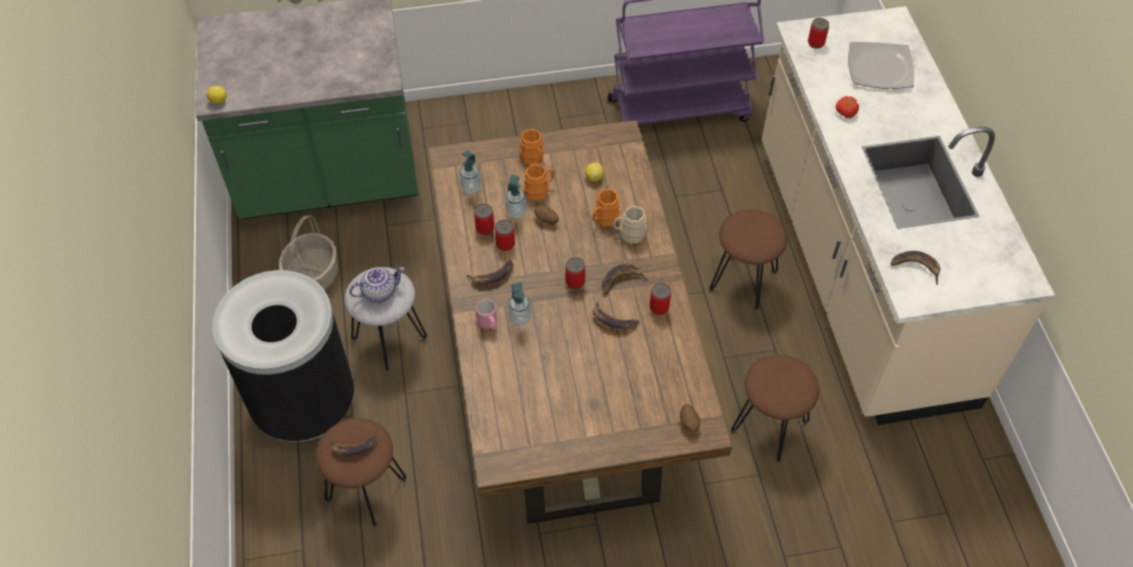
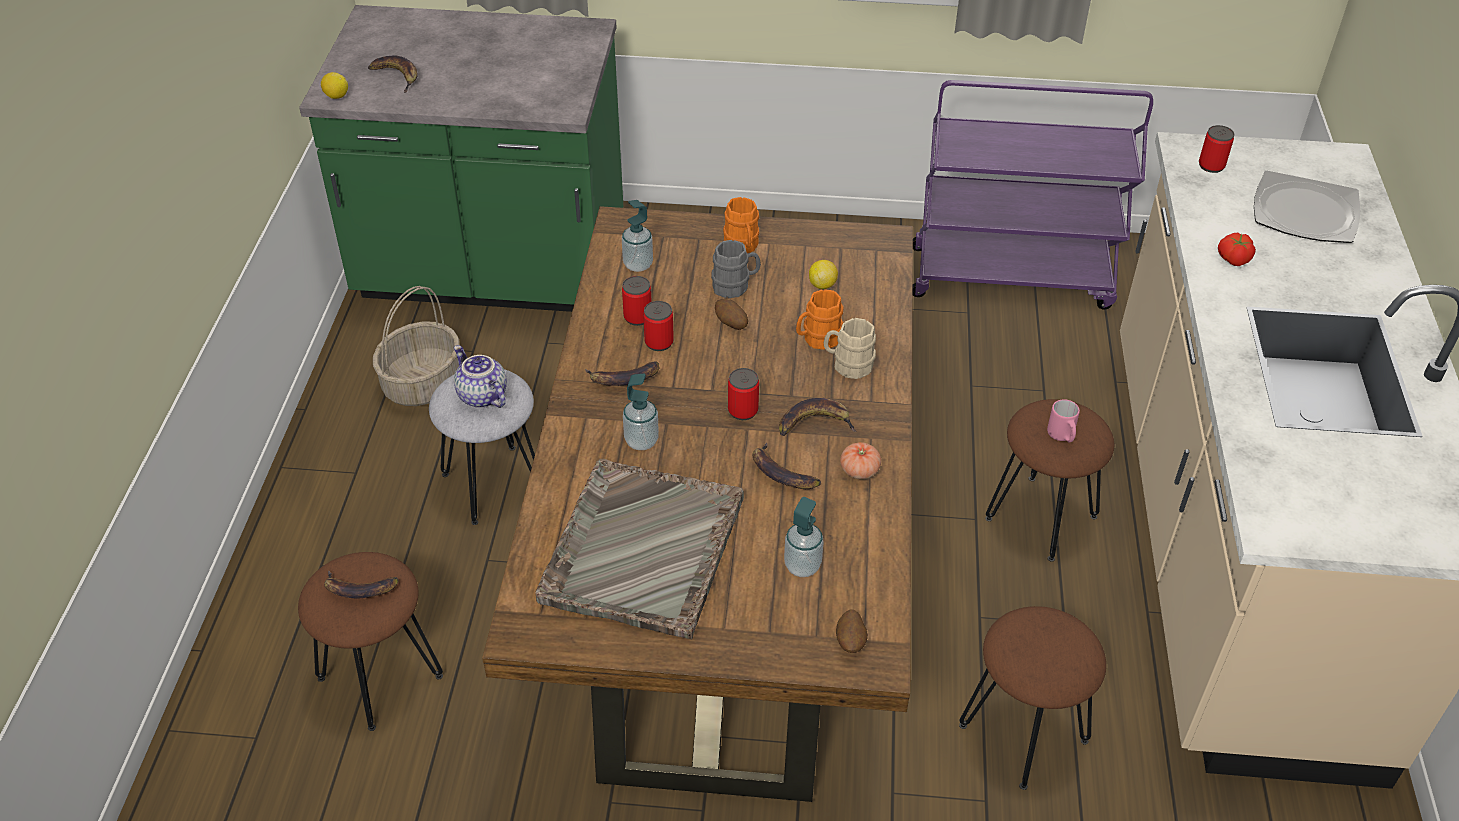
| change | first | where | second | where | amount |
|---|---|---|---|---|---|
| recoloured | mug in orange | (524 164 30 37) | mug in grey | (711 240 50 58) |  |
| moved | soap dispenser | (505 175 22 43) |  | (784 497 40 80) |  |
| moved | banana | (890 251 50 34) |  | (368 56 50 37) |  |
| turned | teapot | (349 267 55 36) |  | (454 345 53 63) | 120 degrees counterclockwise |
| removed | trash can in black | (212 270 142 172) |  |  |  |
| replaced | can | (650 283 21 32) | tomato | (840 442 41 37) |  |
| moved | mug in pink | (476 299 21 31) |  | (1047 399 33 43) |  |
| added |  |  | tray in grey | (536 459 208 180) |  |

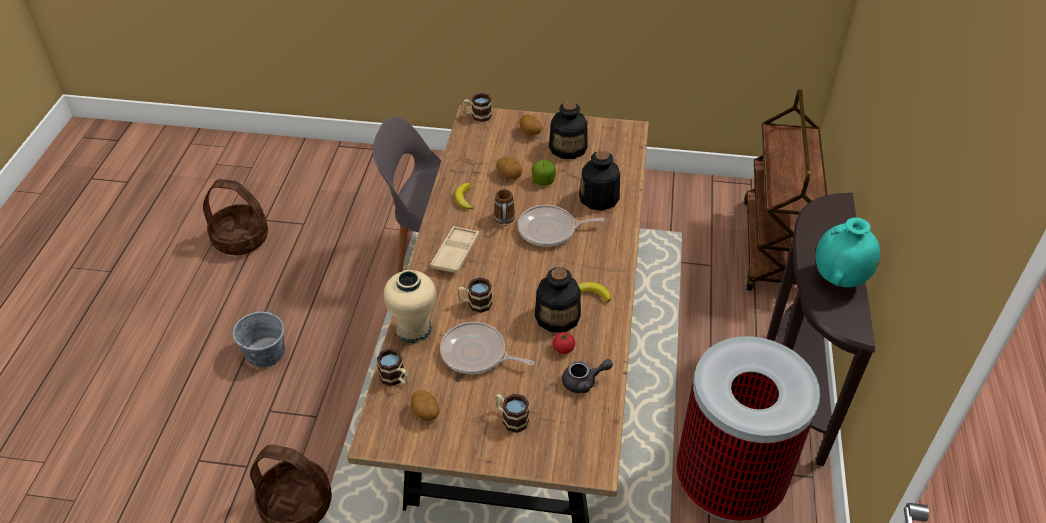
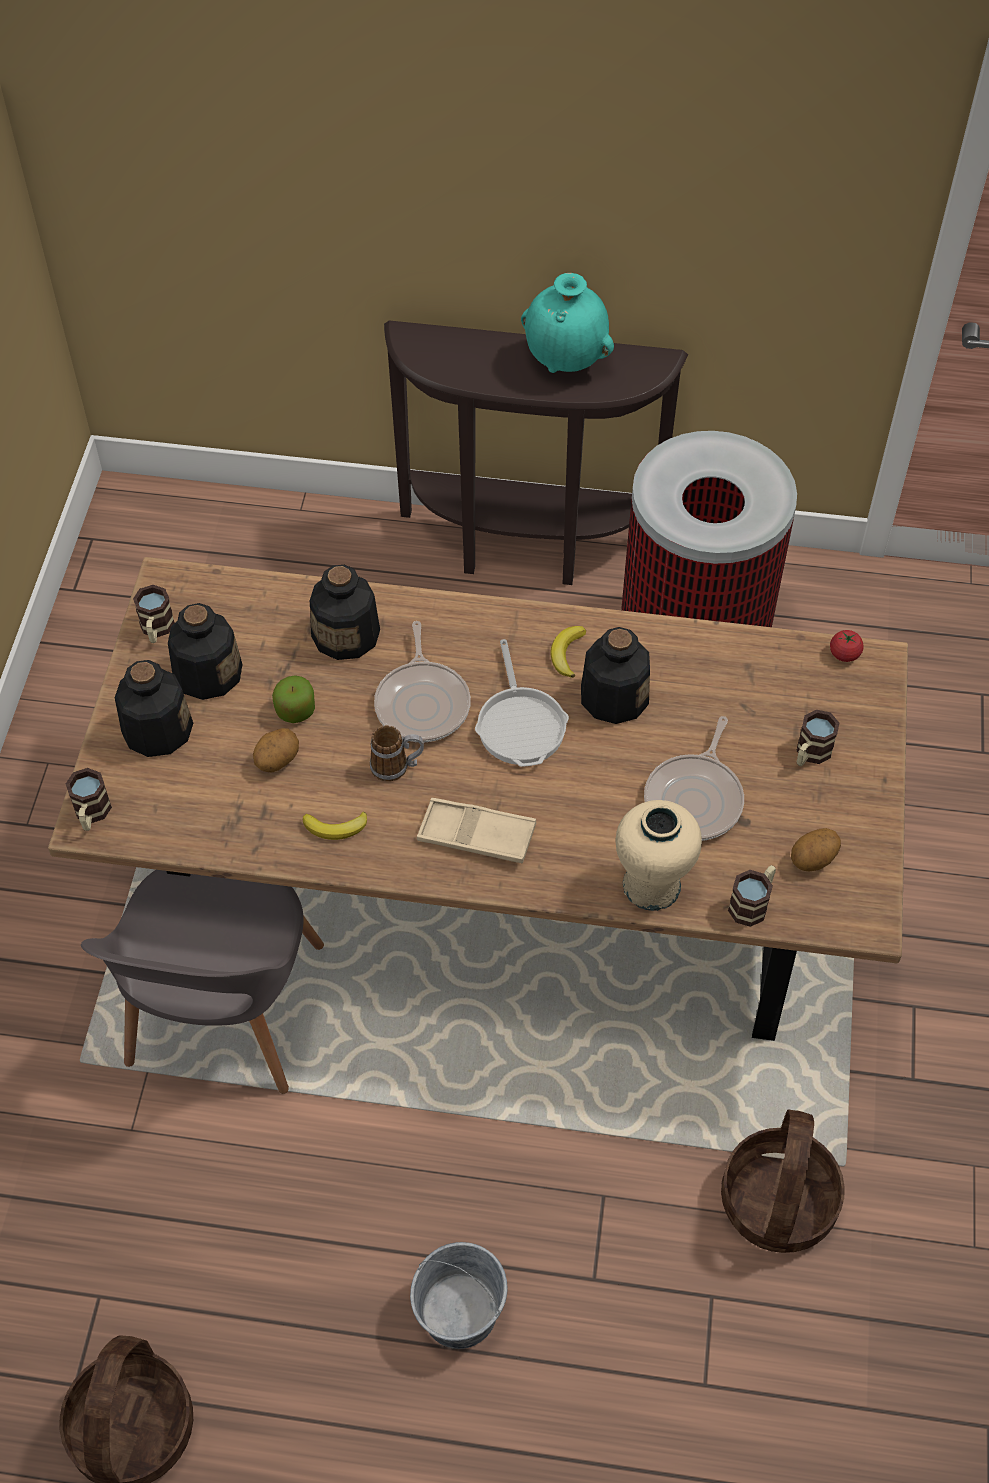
| change | first | where | second | where | amount |
|---|---|---|---|---|---|
| removed | cart in brown | (744 89 83 202) |  |  |  |
| replaced | potato | (519 115 23 21) | bottle | (115 660 78 97) |  |
| moved | mug | (457 277 35 36) |  | (133 585 42 58) |  |
| moved | tomato | (553 331 22 23) |  | (830 630 34 32) |  |
| removed | teapot in grey | (562 359 51 34) |  |  |  |
| added |  |  | frying pan | (475 639 94 128) |  |

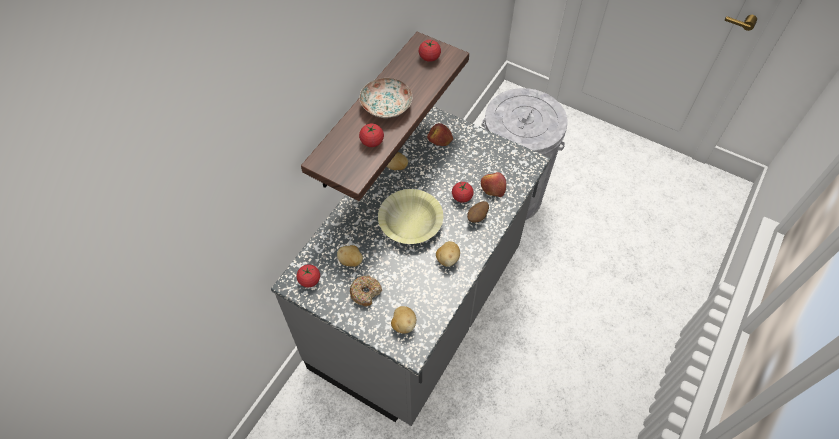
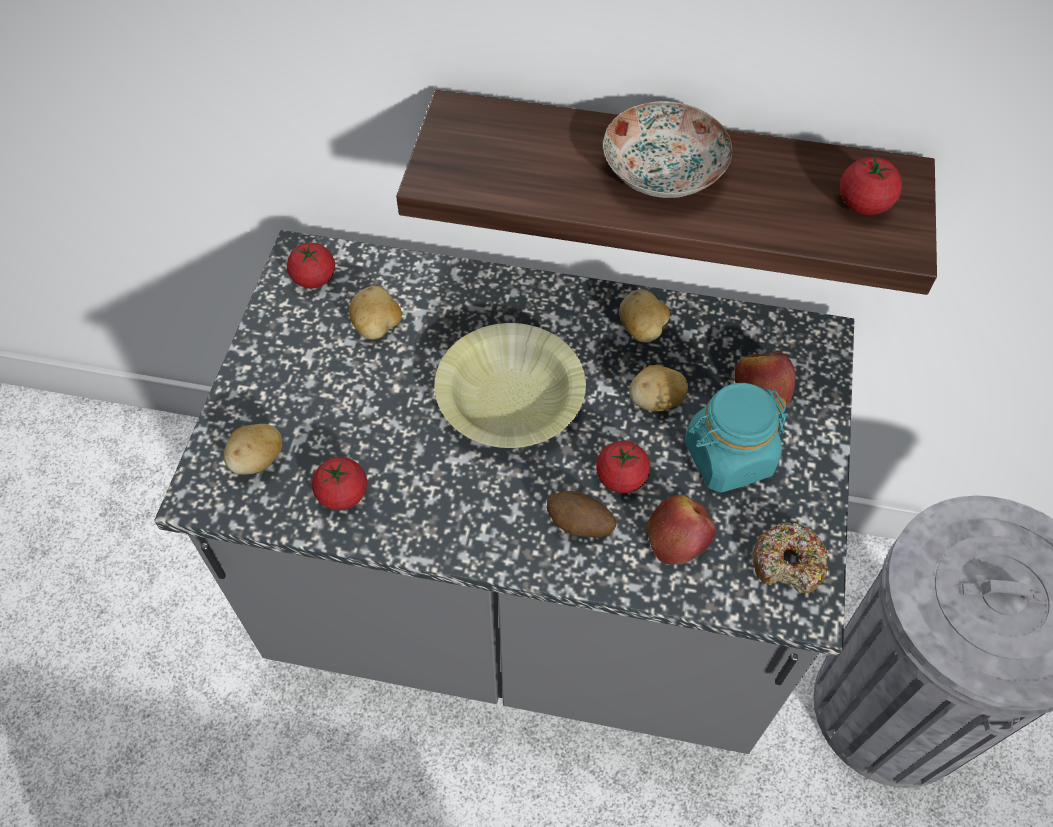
| change | first | where | second | where | amount |
|---|---|---|---|---|---|
| moved | tomato | (359 124 25 23) |  | (312 457 55 53) |  |
| moved | potato | (436 241 24 26) |  | (629 365 59 46) |  |
| moved | donut | (350 275 32 32) |  | (752 522 77 71) |  |
| added |  |  | jar in turquoise | (685 383 103 110) |  |

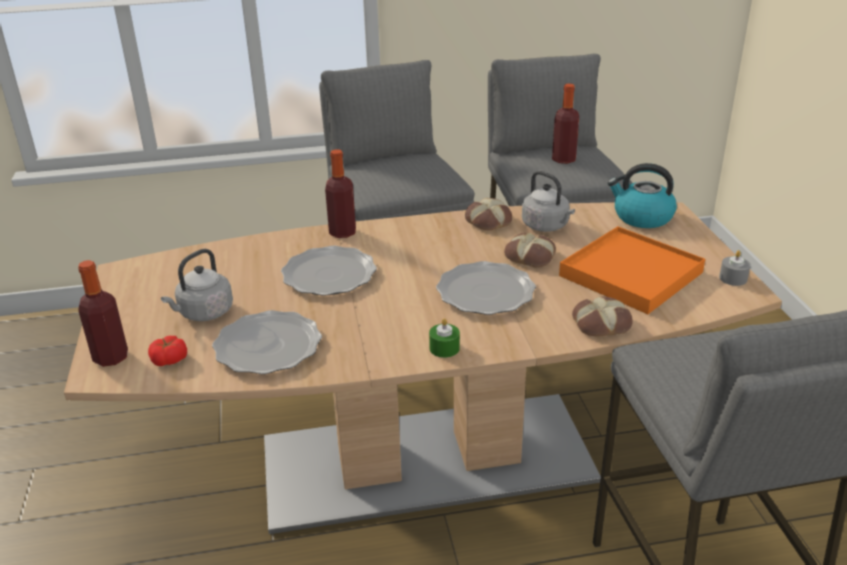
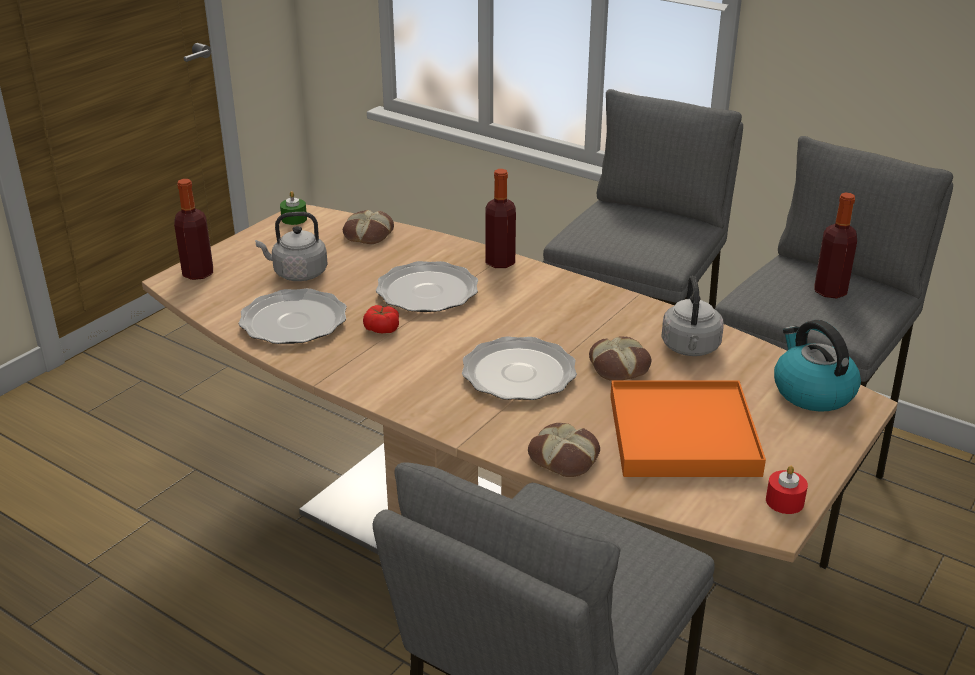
| change | first | where | second | where | amount |
|---|---|---|---|---|---|
| moved | bread | (465 198 47 32) |  | (343 210 51 34) |  |
| recoloured | candle in grey | (719 250 32 36) | candle in red | (766 466 42 48) |  |
| moved | candle in green | (429 318 31 40) |  | (280 191 27 34) |  |
| moved | tomato | (148 336 39 30) |  | (363 305 36 29) |  |

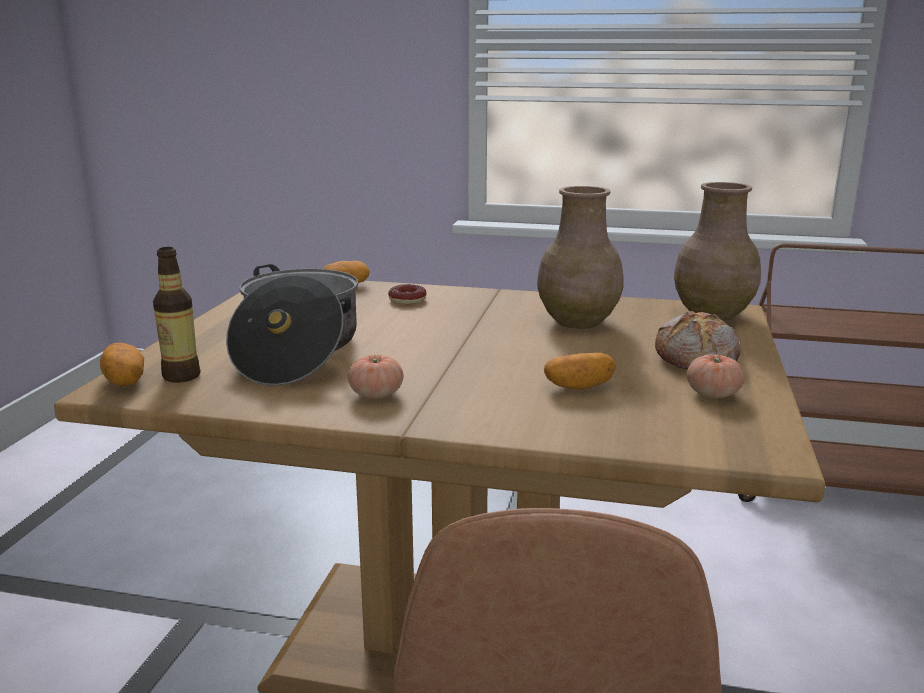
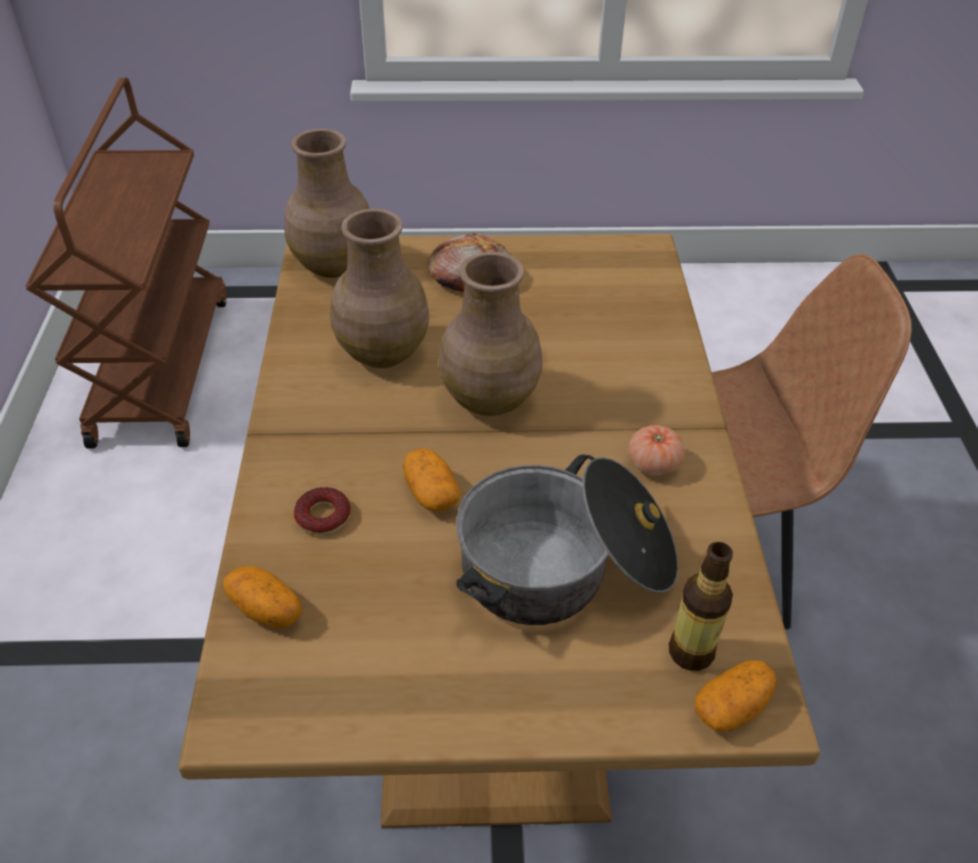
| change | first | where | second | where | amount |
|---|---|---|---|---|---|
| moved | potato | (544 353 72 36) |  | (403 448 57 64) |  |
| removed | tomato | (687 354 58 44) |  |  |  |
| added |  |  | vase in brown | (439 252 103 164) |  |

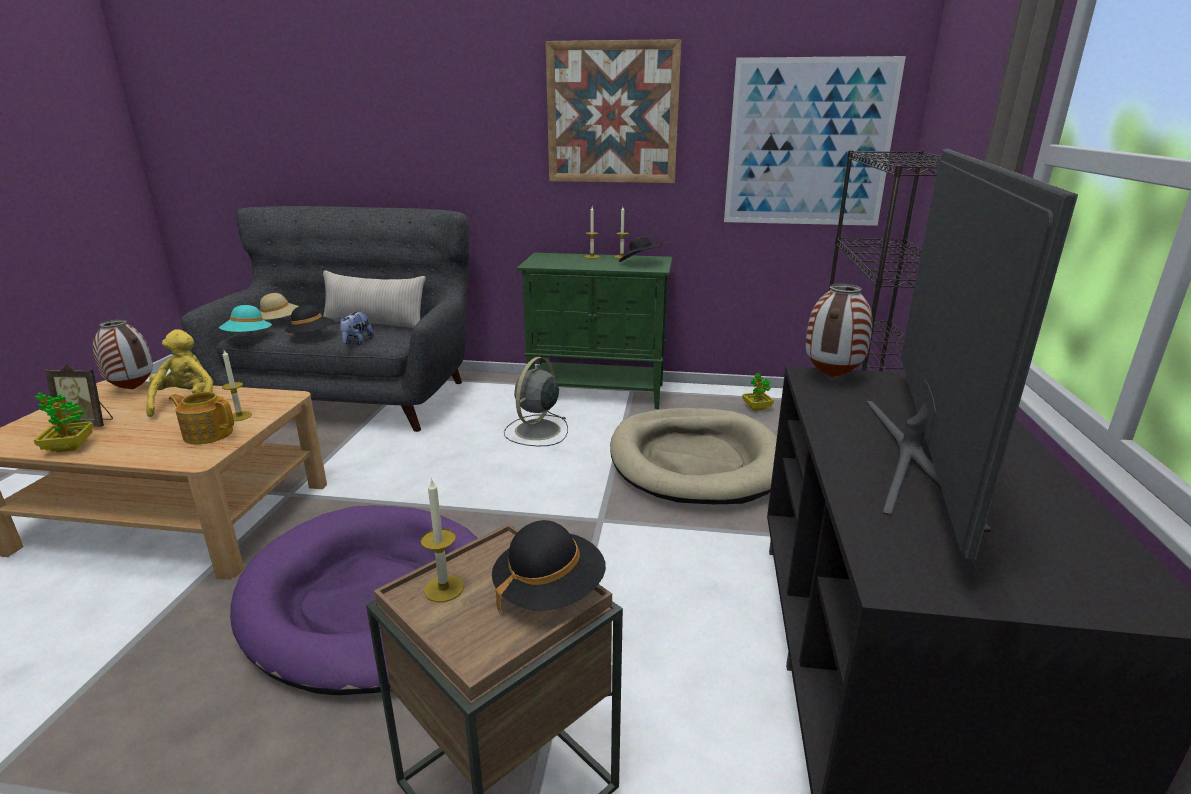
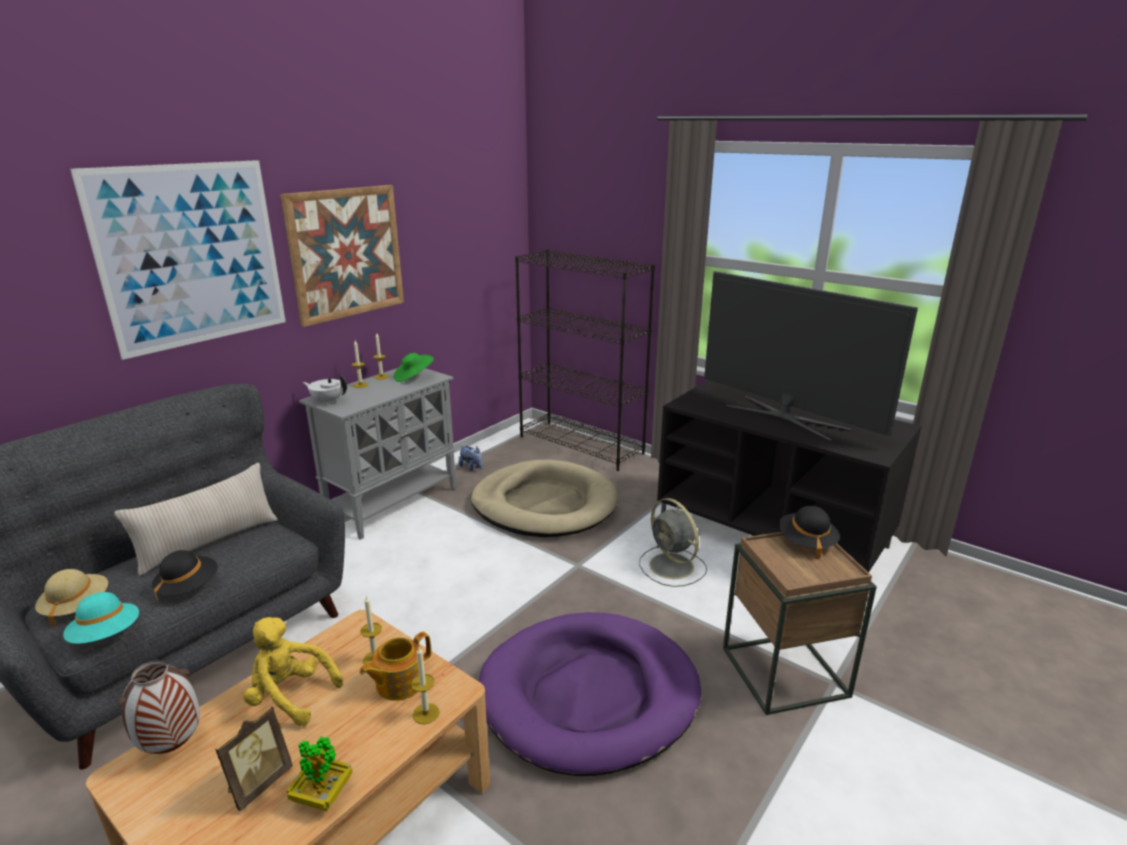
| change | first | where | second | where | amount |
|---|---|---|---|---|---|
| moved | picture | (724 56 182 170) |  | (70 160 216 200) |  |
| recoloured | hat in black | (619 236 44 26) | hat in green | (394 353 40 29) |  |
| recoloured | cabinet in green | (517 253 155 156) | cabinet in grey | (299 368 157 172) |  |
| removed | vase | (806 283 67 94) |  |  |  |
| moved | plush toy | (340 311 34 34) |  | (458 446 24 25) |  |
| moved | fan in grey | (504 357 64 89) |  | (639 498 68 89) |  |
| removed | potted plant | (742 373 32 38) |  |  |  |
| moved | candle | (420 478 44 124) |  | (411 647 29 77) |  |
| added |  |  | teapot in white | (303 375 44 30) |  |

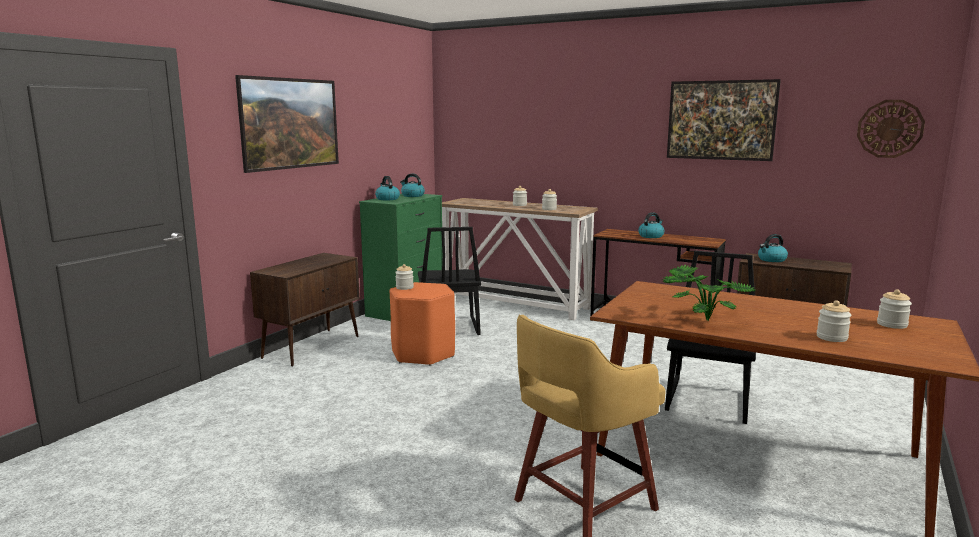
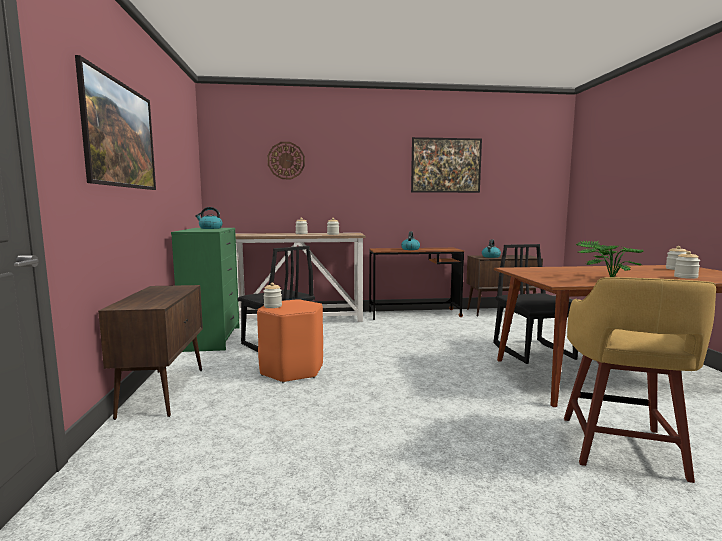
| change | first | where | second | where | amount |
|---|---|---|---|---|---|
| moved | wall clock | (857 100 68 58) |  | (268 142 37 37) |  |
| removed | kettle | (375 176 25 24) |  |  |  |

